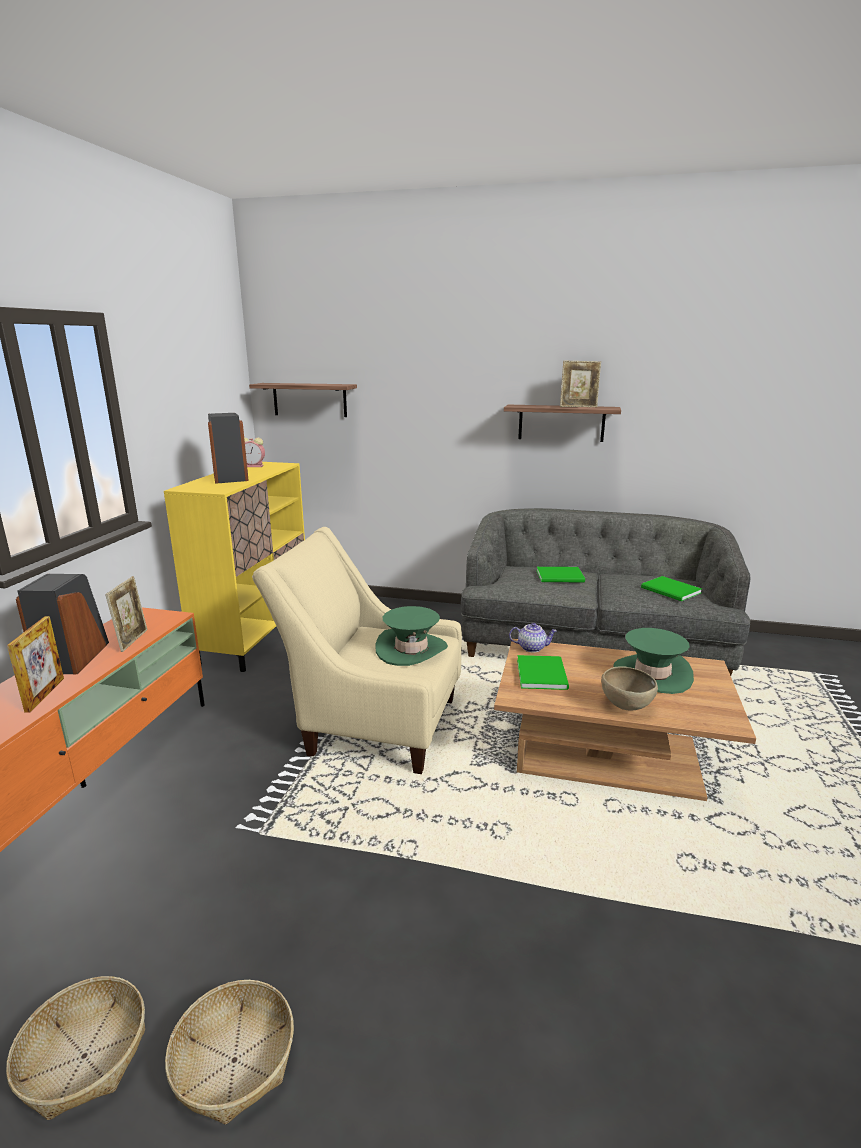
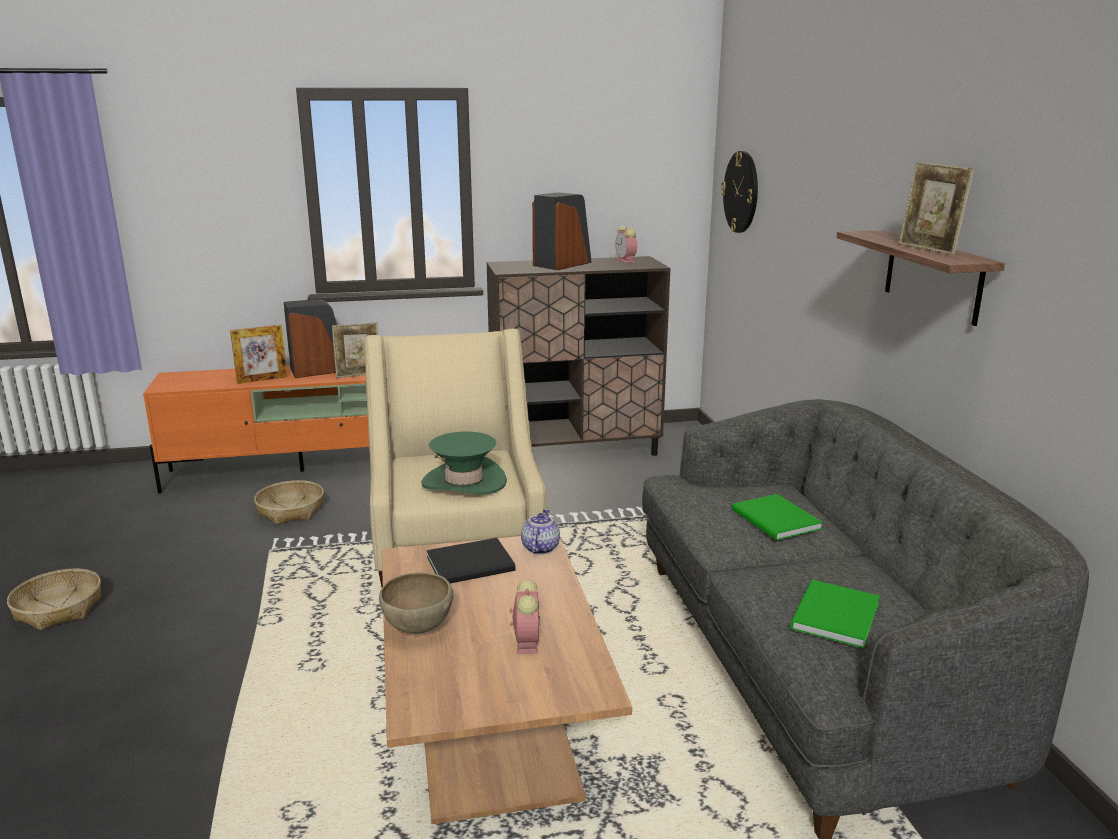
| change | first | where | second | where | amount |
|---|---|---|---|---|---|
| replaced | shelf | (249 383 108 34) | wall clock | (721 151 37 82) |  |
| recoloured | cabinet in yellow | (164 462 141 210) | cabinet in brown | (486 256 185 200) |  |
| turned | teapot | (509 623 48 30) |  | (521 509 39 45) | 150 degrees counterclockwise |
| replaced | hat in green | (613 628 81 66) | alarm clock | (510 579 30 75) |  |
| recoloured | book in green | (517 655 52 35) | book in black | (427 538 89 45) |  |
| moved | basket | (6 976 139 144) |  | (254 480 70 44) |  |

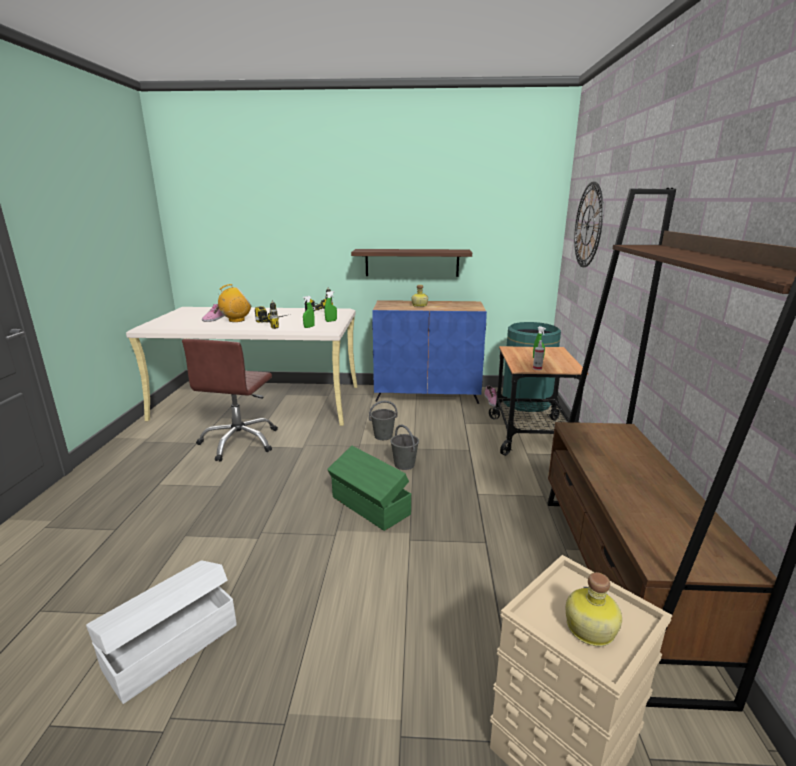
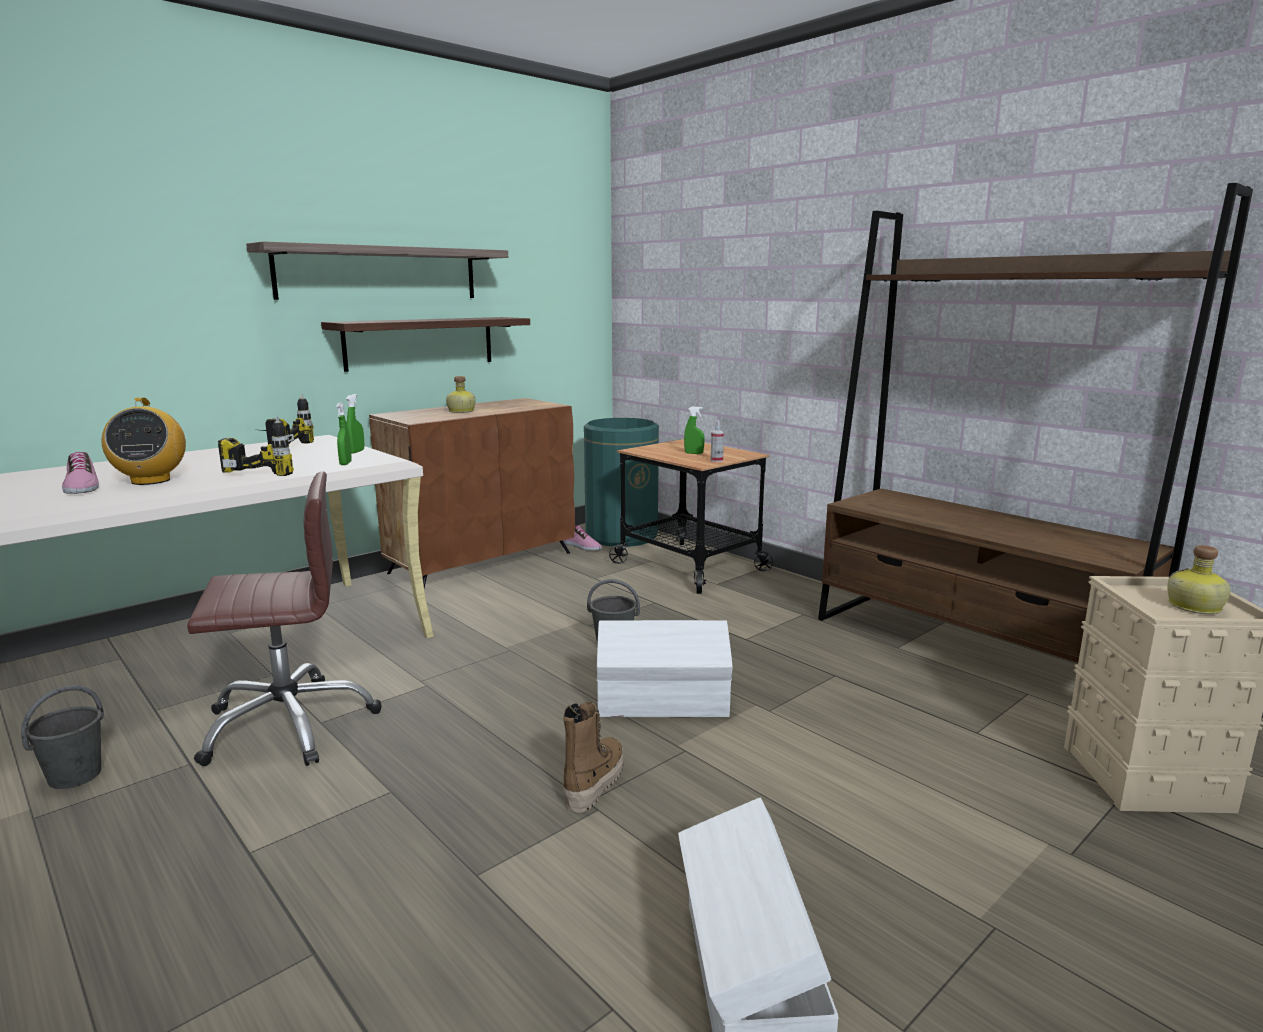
| change | first | where | second | where | amount |
|---|---|---|---|---|---|
| removed | wall clock | (574 182 29 85) |  |  |  |
| turned | radio | (218 284 33 38) |  | (102 398 84 87) | 150 degrees clockwise |
| recoloured | cabinet in blue | (372 300 115 104) | cabinet in brown | (369 398 206 190) |  |
| turned | office chair in brown | (182 339 96 123) |  | (187 471 195 295) | 75 degrees counterclockwise |
| moved | bucket in grey | (369 401 29 39) |  | (21 685 83 104) |  |
| recoloured | storage box in green | (327 446 84 85) | storage box in white | (597 620 135 97) |  |
| added |  |  | shelf | (246 241 262 59) |  |
| added |  |  | boot | (563 702 60 111) |  |

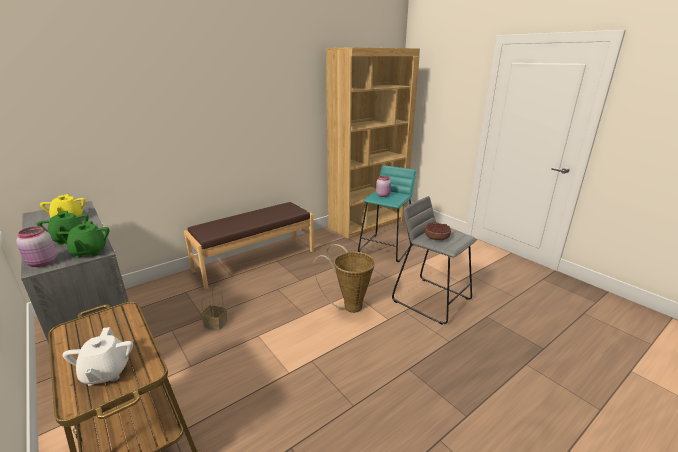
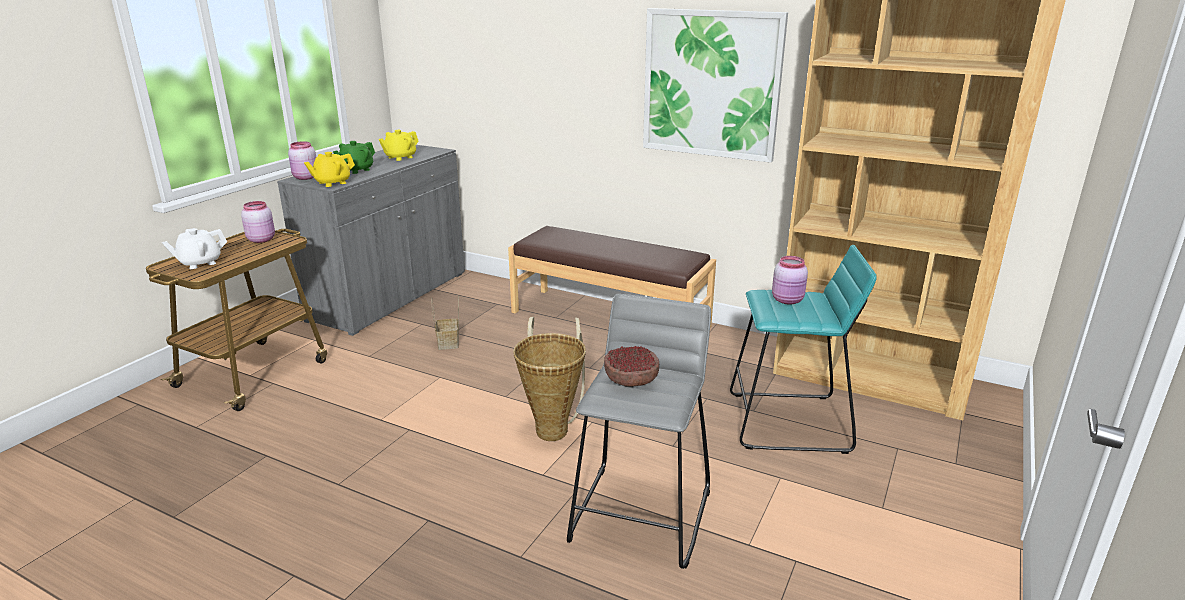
| change | first | where | second | where | amount |
|---|---|---|---|---|---|
| recoloured | teapot in green | (56 221 53 37) | teapot in yellow | (304 152 51 35) |  |
| added |  |  | picture | (643 8 145 155) |  |
| added |  |  | jar in pink | (241 201 34 42) |  |

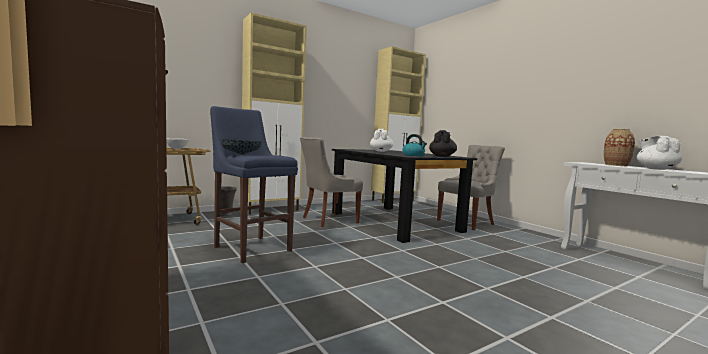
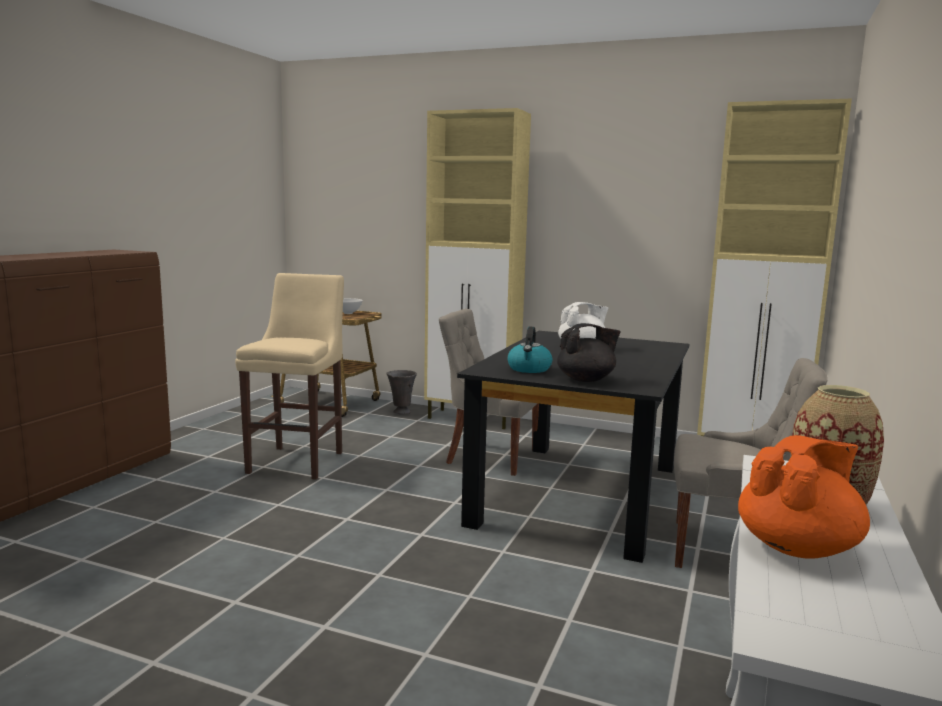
| change | first | where | second | where | amount |
|---|---|---|---|---|---|
| recoloured | stool in blue | (210 106 88 157) | stool in beige | (235 273 109 207) |  |
| recoloured | teapot in white | (637 136 45 34) | teapot in orange | (738 435 132 123) |  |
| removed | bowl | (220 140 42 15) |  |  |  |

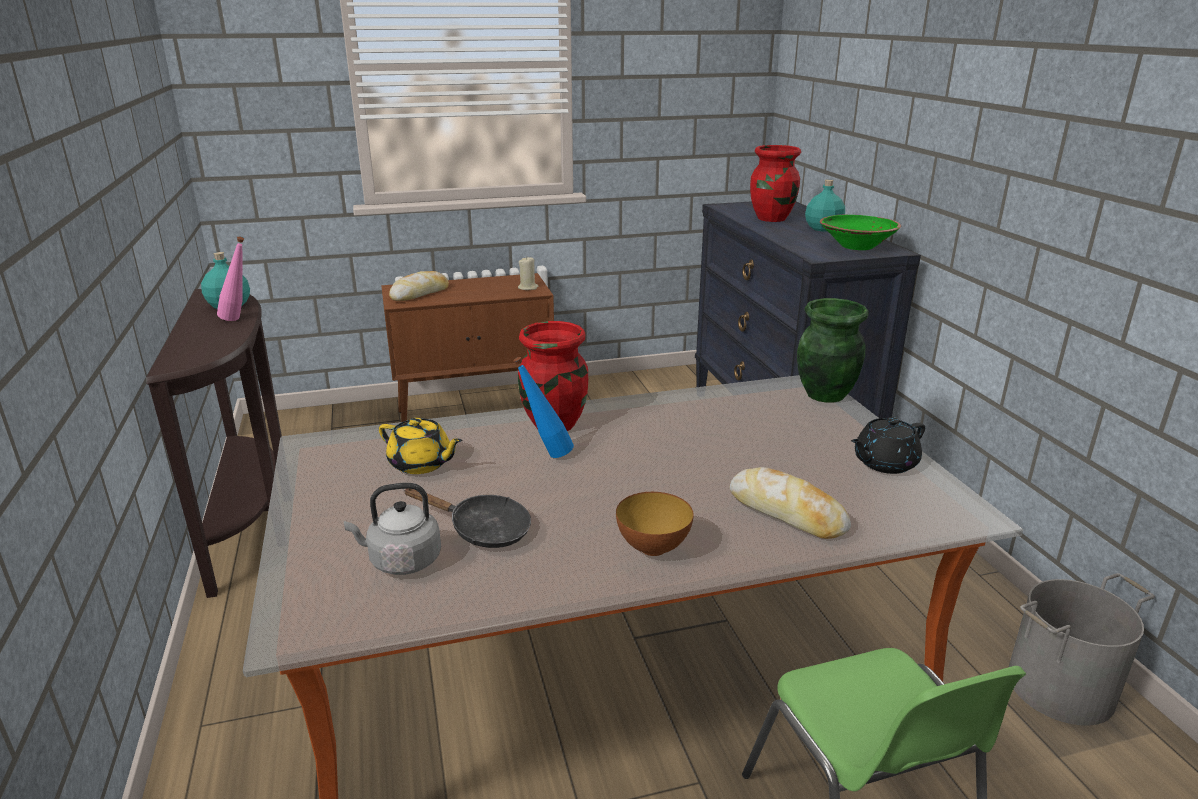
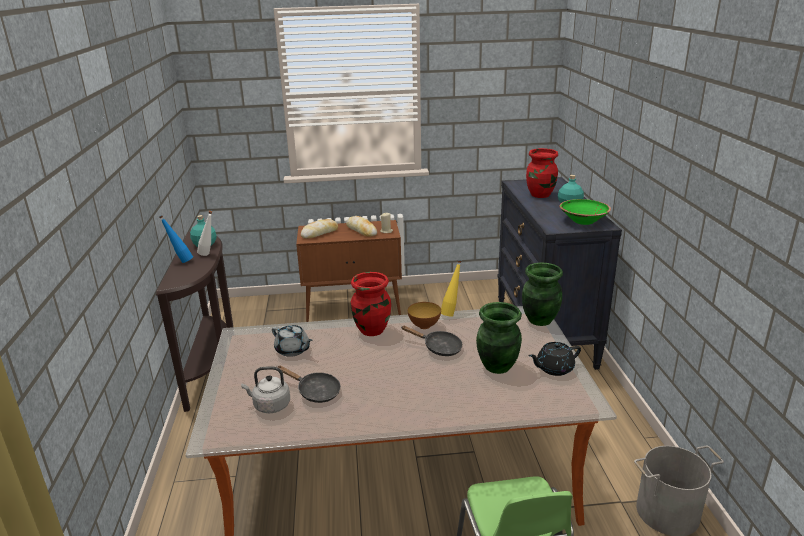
| change | first | where | second | where | amount |
|---|---|---|---|---|---|
| recoloured | bottle in pink | (217 237 27 84) | bottle in white | (197 210 15 46) |  |
| moved | bottle in blue | (513 357 61 101) |  | (159 215 34 48) |  |
| recoloured | teapot in yellow | (379 418 84 56) | teapot in grey | (272 325 41 32) |  |
| moved | bread | (730 467 121 72) |  | (346 216 31 21) |  |
| moved | bowl | (616 492 78 64) |  | (408 302 33 27) |  |
| added |  |  | bottle in yellow | (441 260 20 57) |  |
| added |  |  | vase in green | (476 302 46 72) |  |
| added |  |  | frying pan in black | (402 326 61 30) |  |

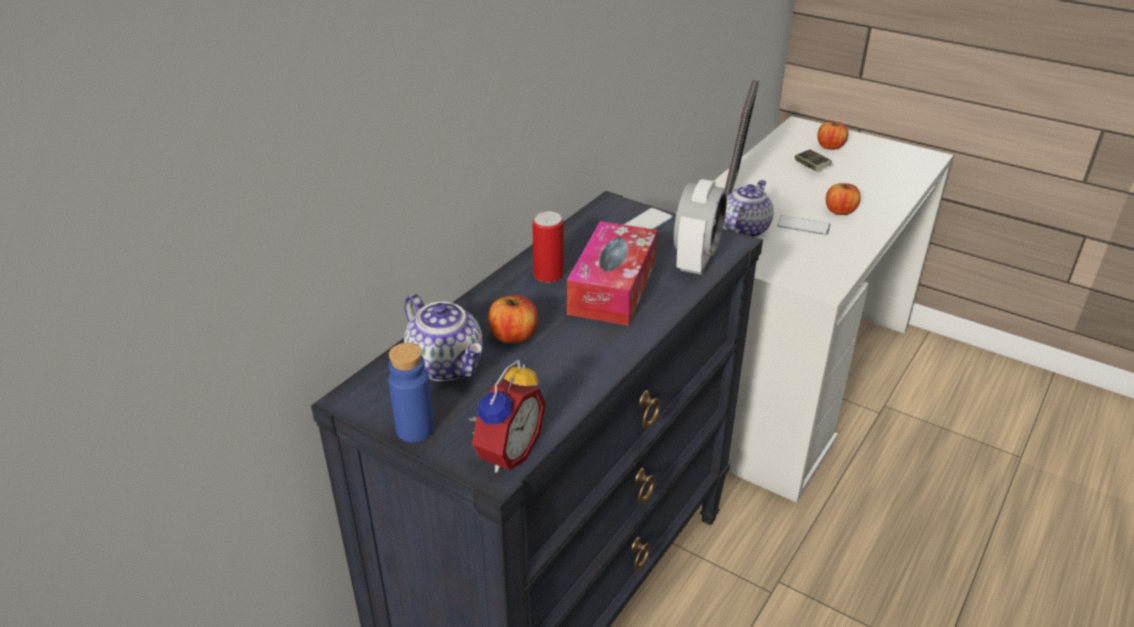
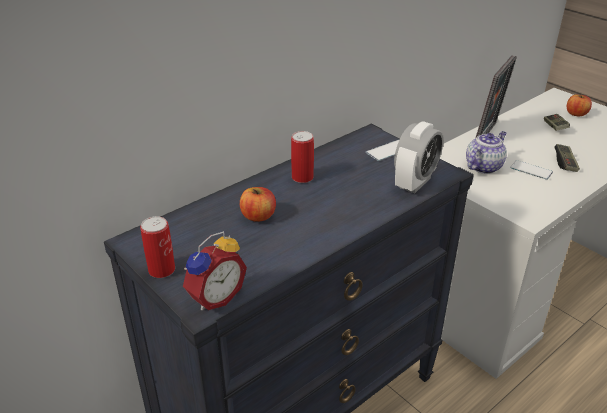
| change | first | where | second | where | amount |
|---|---|---|---|---|---|
| replaced | apple | (826 183 35 32) | game controller | (554 144 26 28) |  |
| removed | tissue box | (567 221 91 105) |  |  |  |
| removed | teapot | (404 294 79 87) |  |  |  |
| replaced | bottle in blue | (388 343 46 99) | can | (140 216 35 62) |  |

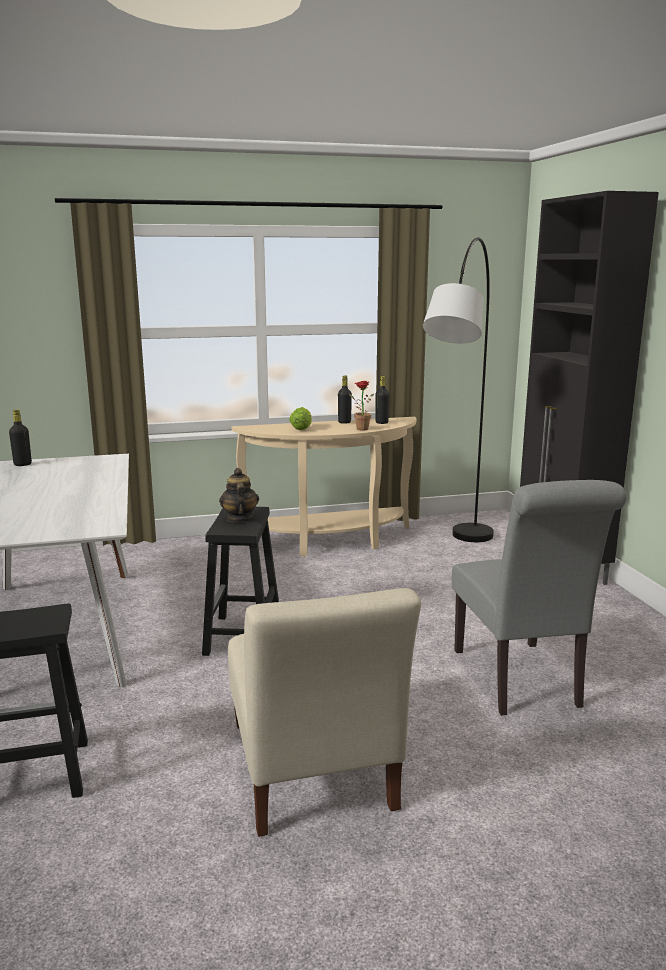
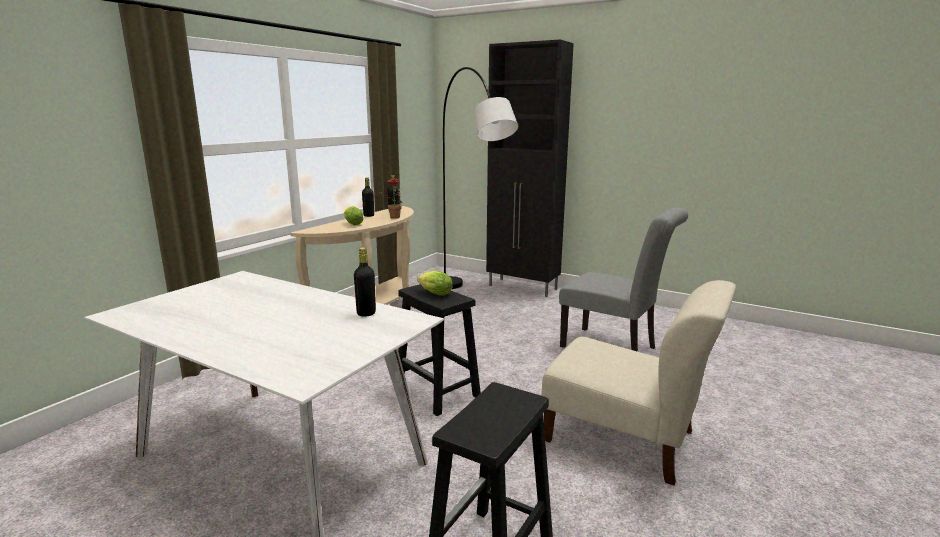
| change | first | where | second | where | amount |
|---|---|---|---|---|---|
| moved | bottle in black | (9 409 23 57) |  | (354 248 22 69) |  |
| replaced | teapot | (219 468 40 55) | lettuce | (417 271 36 25) |  |

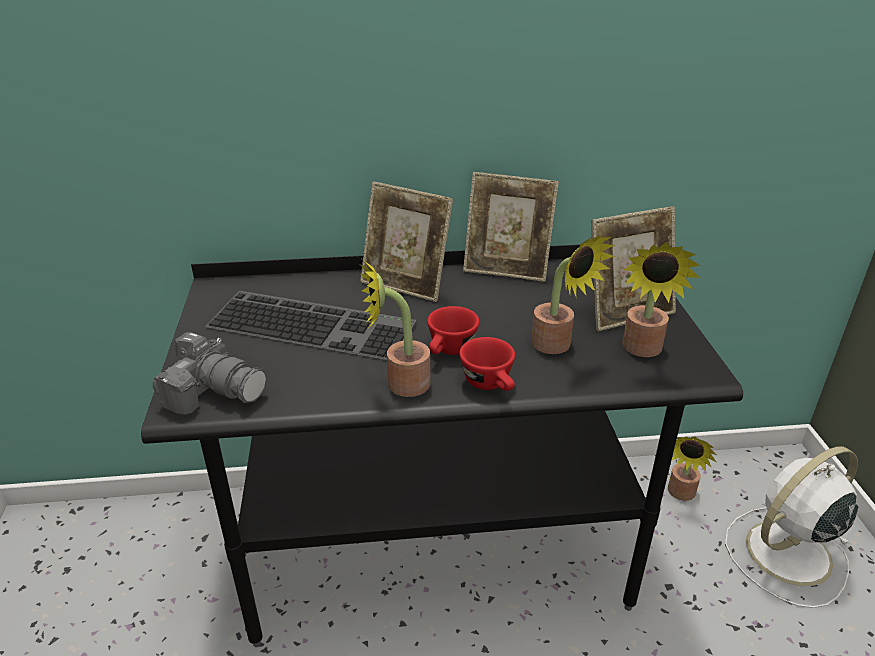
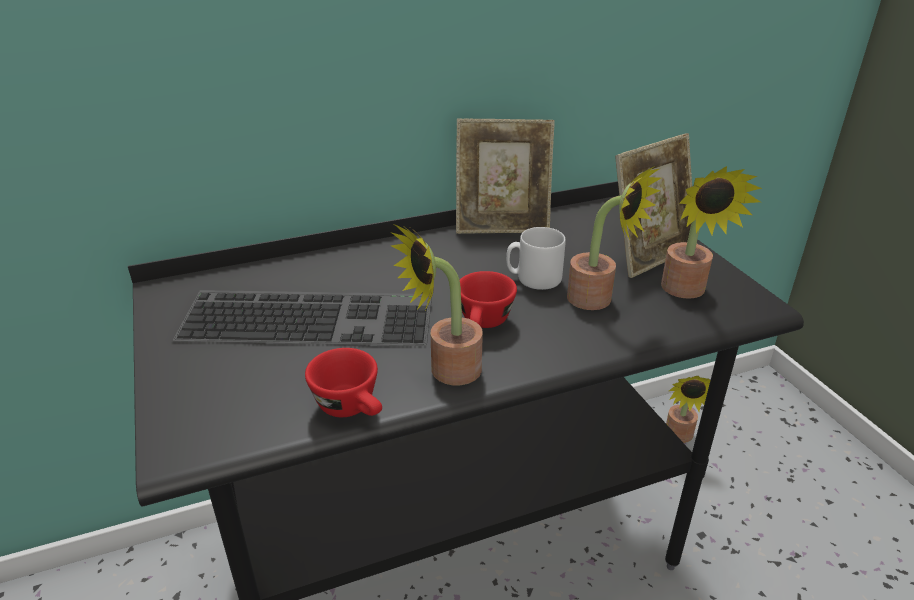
| change | first | where | second | where | amount |
|---|---|---|---|---|---|
| removed | picture frame | (360 181 93 121) |  |  |  |
| removed | photo camera | (153 332 114 83) |  |  |  |
| moved | cup in red | (459 337 56 54) |  | (305 348 77 69) |  |
| removed | fan in white | (725 446 133 162) |  |  |  |
| added |  |  | mug in white | (506 227 60 63) |  |

